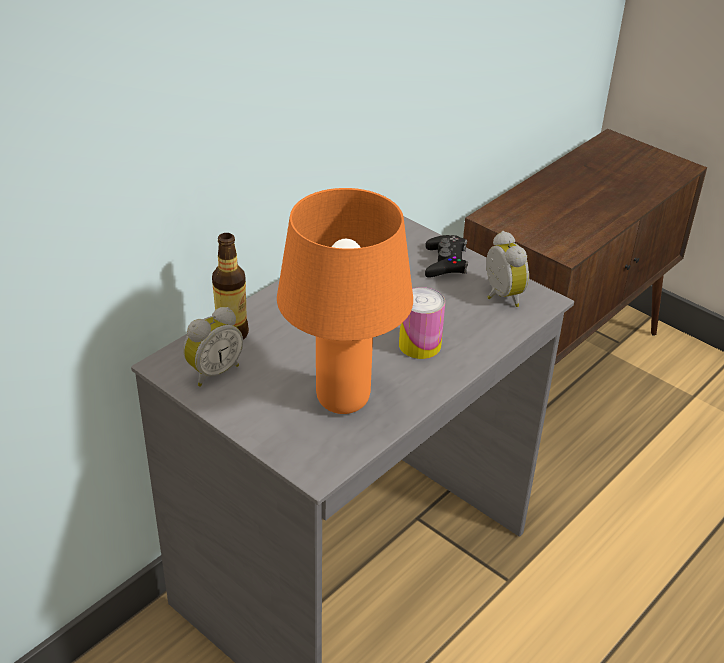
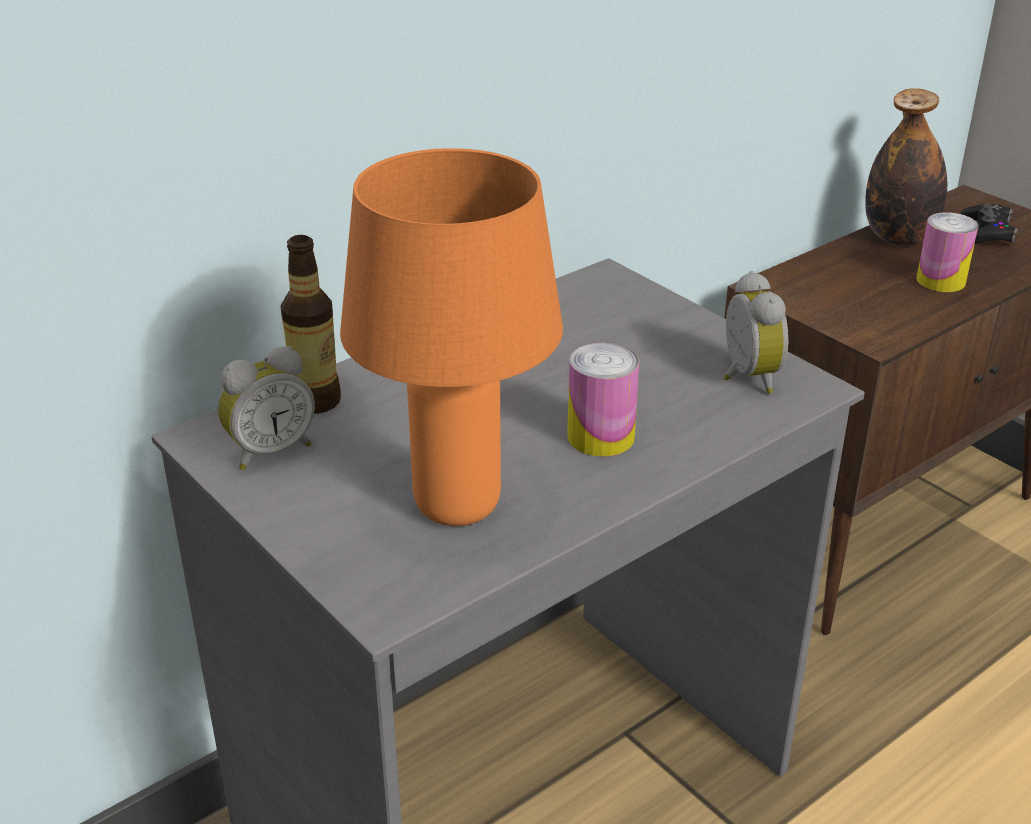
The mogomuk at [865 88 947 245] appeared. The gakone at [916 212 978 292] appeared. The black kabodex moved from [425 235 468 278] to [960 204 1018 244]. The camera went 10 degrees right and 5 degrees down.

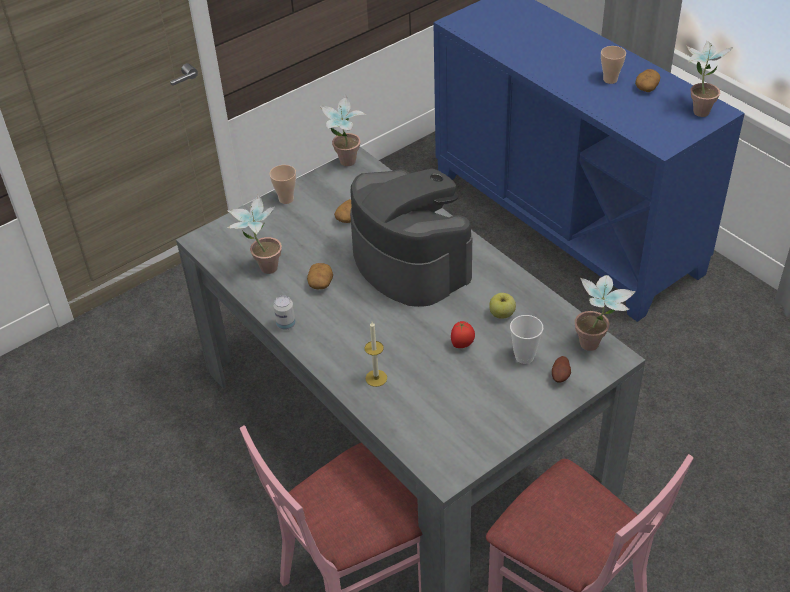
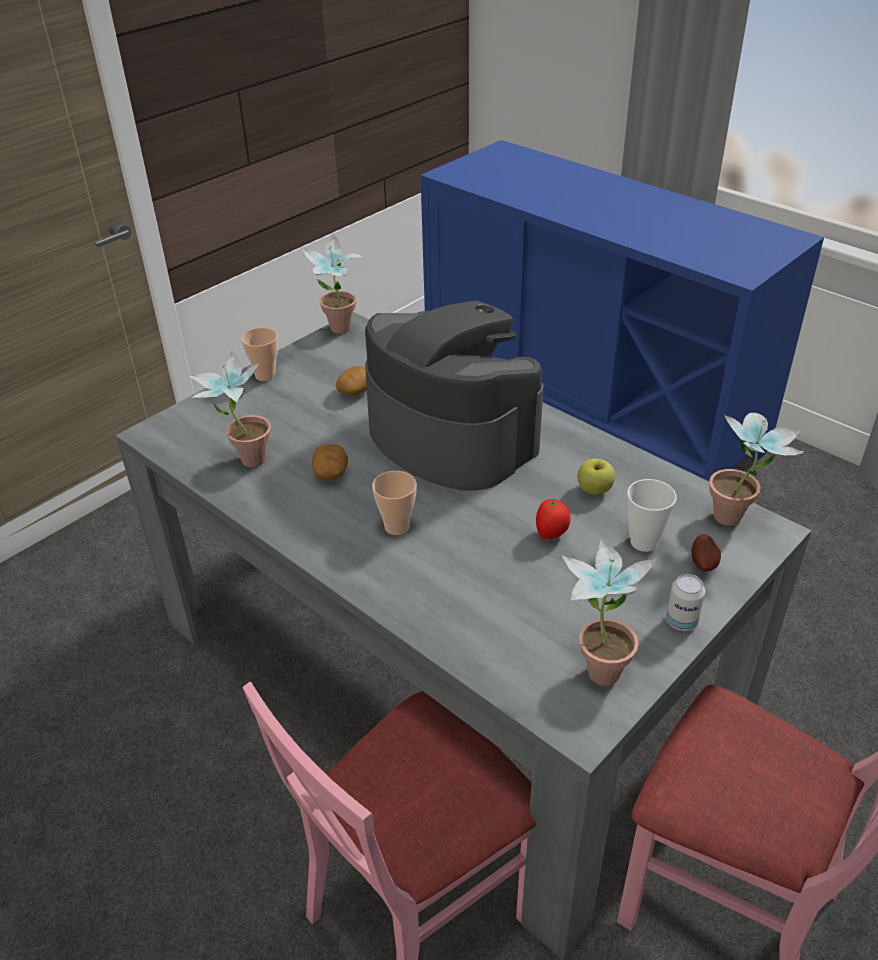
The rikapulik at [364 322 387 387] disappeared. The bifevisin at [635 69 660 92] disappeared. The gakone moved from [273 296 296 330] to [666 574 705 631]. The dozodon moved from [601 46 626 84] to [372 471 417 535]. The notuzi moved from [687 40 734 117] to [561 539 657 686]. The camera went 10 degrees left and 5 degrees down.

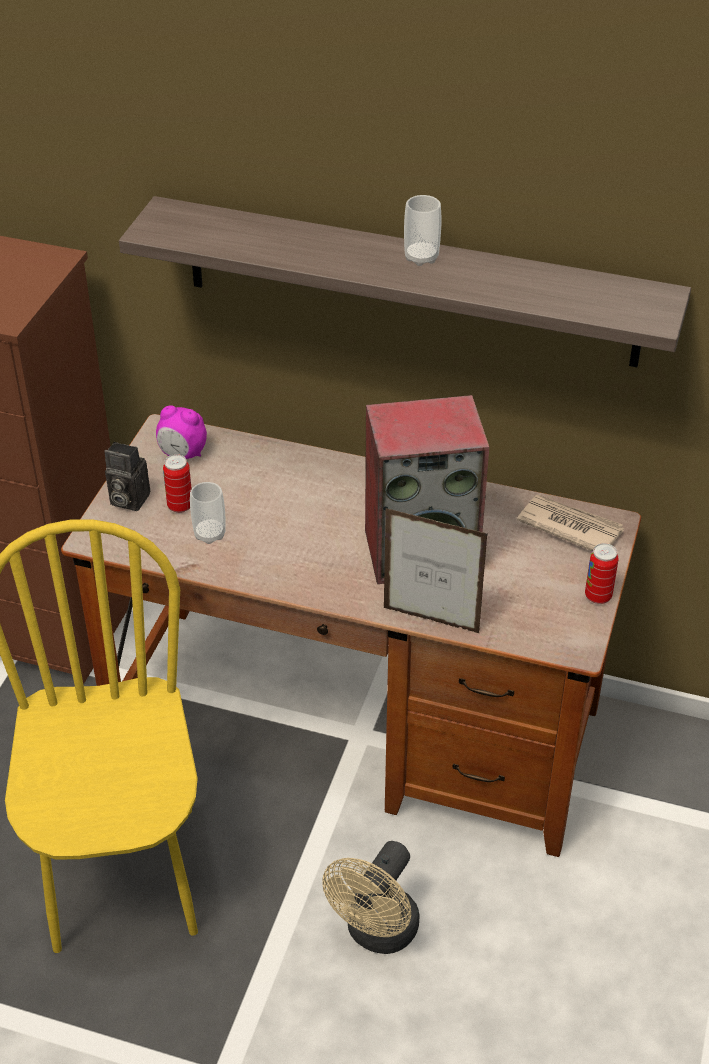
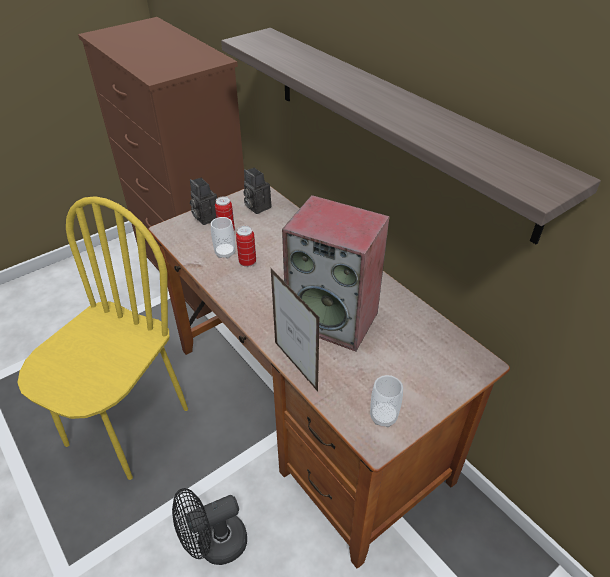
The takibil at [517 495 624 551] disappeared. The dozodon moved from [404 195 441 266] to [370 375 403 427]. The gakone moved from [585 543 619 604] to [236 226 256 267]. The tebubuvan at [156 405 207 459] was replaced by the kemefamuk at [244 167 271 214]. The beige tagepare at [322 841 420 954] became the black tagepare at [172 488 247 565]. The camera went 35 degrees right and 0 degrees up.

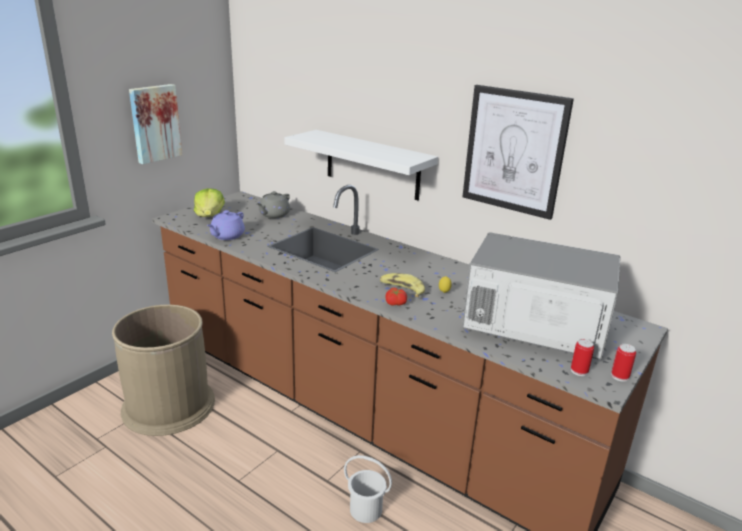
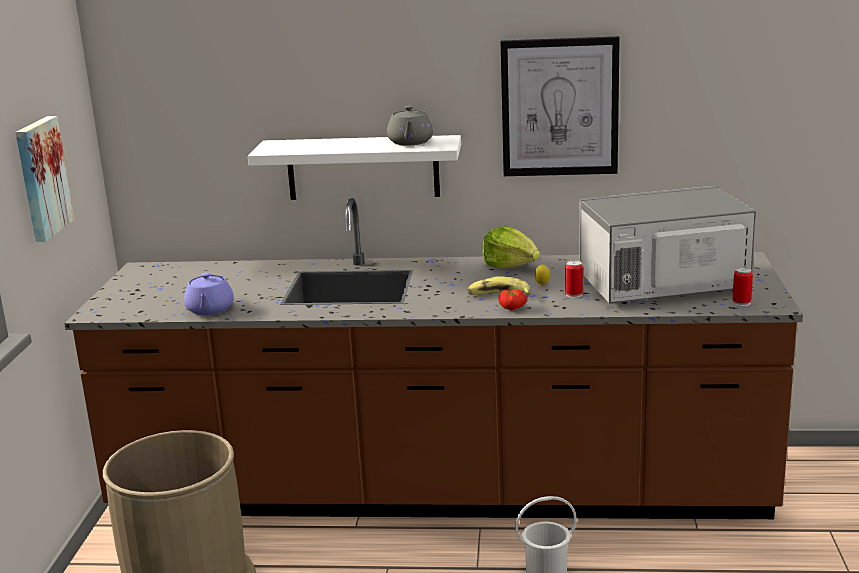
The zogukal moved from [194 188 225 217] to [482 226 540 268]. The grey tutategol moved from [257 191 290 218] to [387 106 434 146]. The gakone moved from [611 344 636 382] to [565 260 583 298]. The camera went 30 degrees left and 5 degrees down.

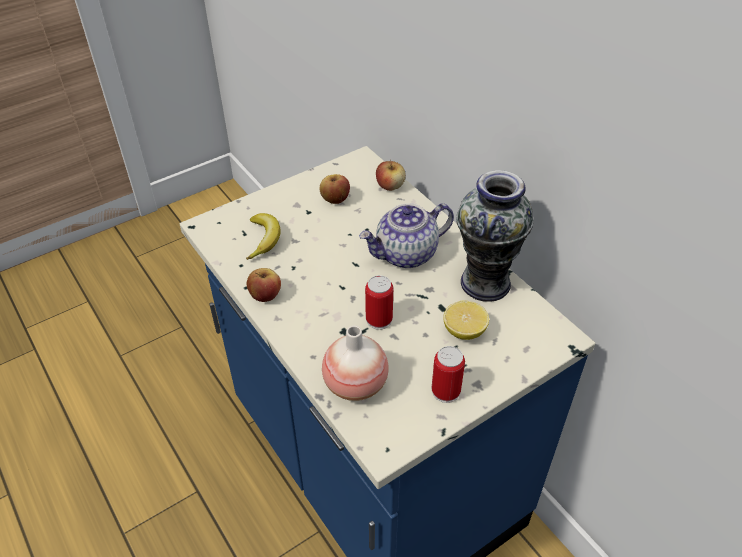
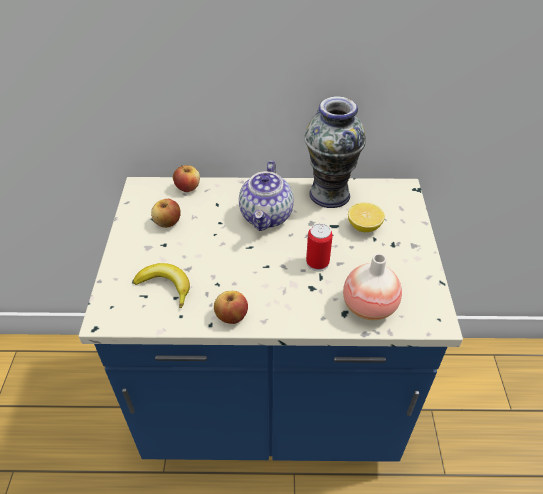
The gakone at [432 346 465 403] disappeared. The camera went 55 degrees left and 0 degrees up.

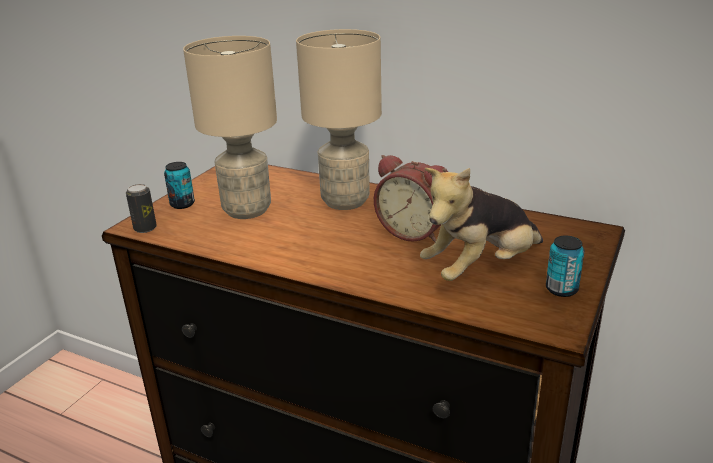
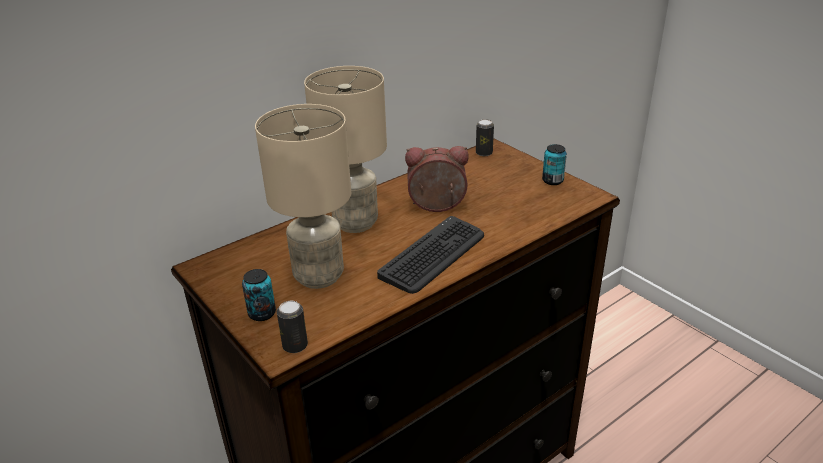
The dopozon at [420 168 543 281] disappeared. The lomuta at [377 216 484 294] appeared. The gakone at [476 119 494 156] appeared. The tebubuvan at [374 155 448 242] turned 150 degrees counterclockwise. The camera went 65 degrees left and 5 degrees up.

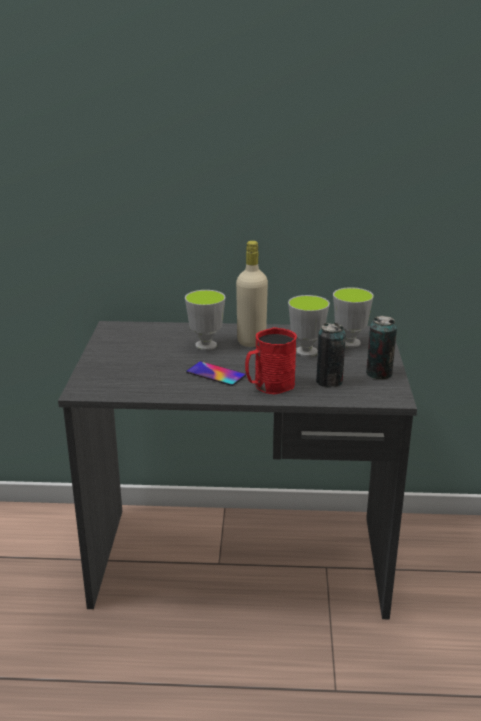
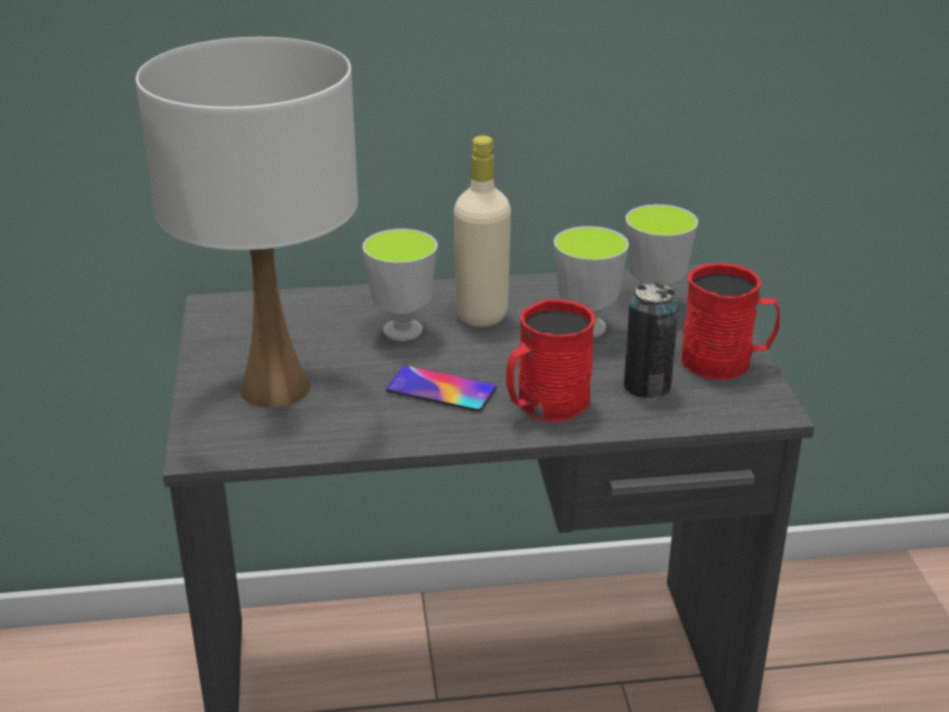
The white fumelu at [136 37 358 408] appeared. The gakone at [366 316 397 379] was replaced by the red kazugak at [681 263 780 380]. The camera went 10 degrees left and 5 degrees up.

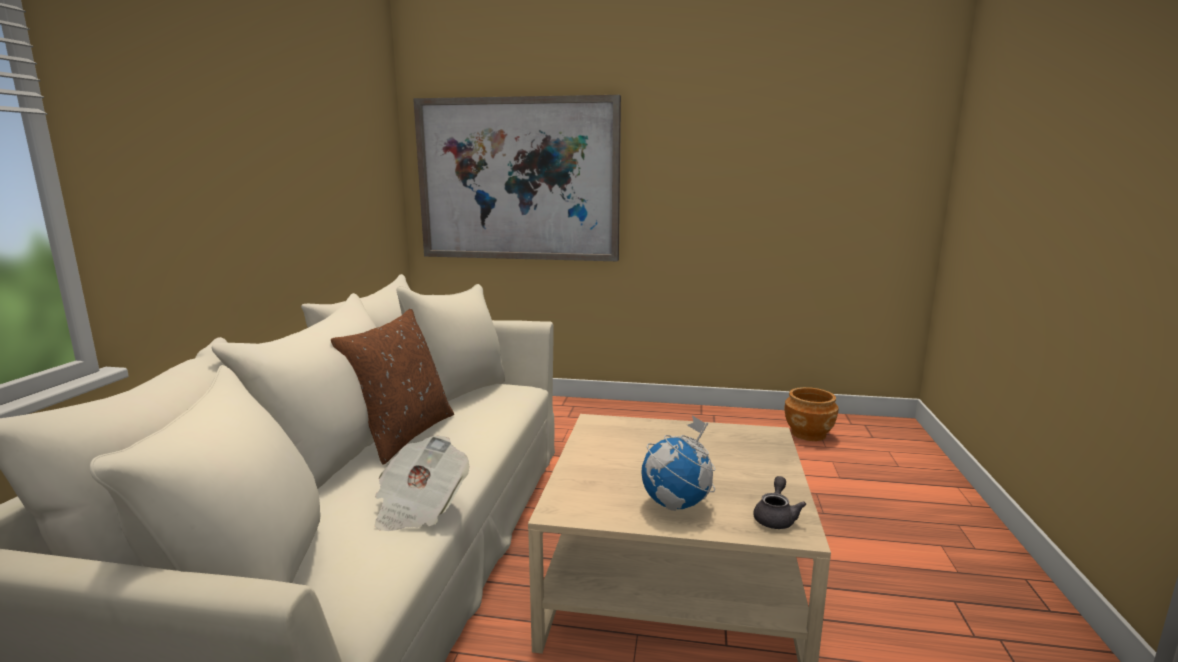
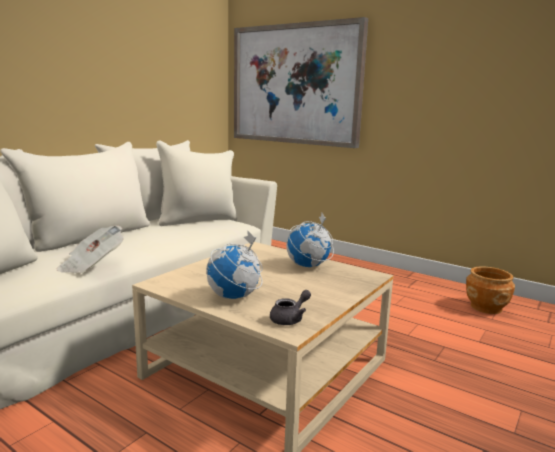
The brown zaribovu at [331 309 454 464] disappeared. The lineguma at [286 213 334 267] appeared. The camera went 25 degrees right and 0 degrees up.

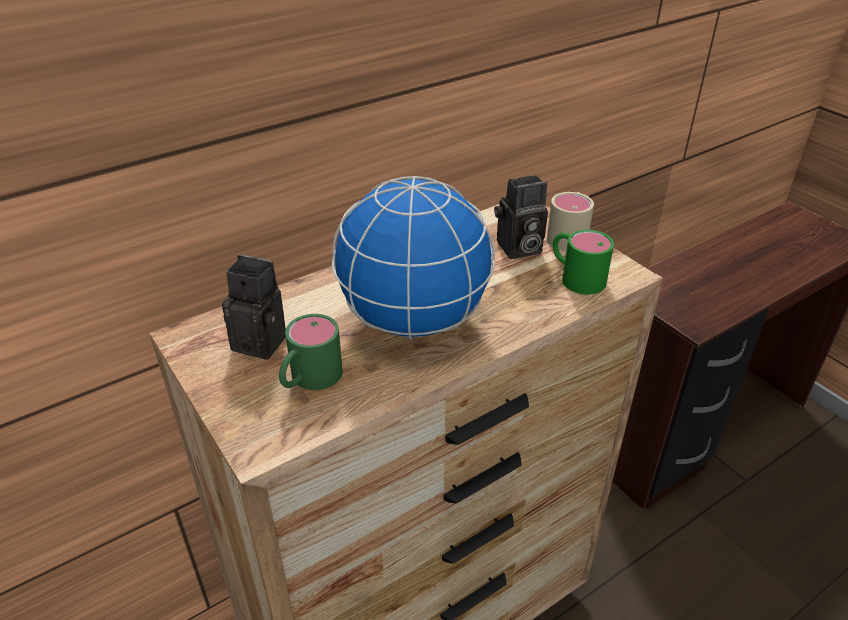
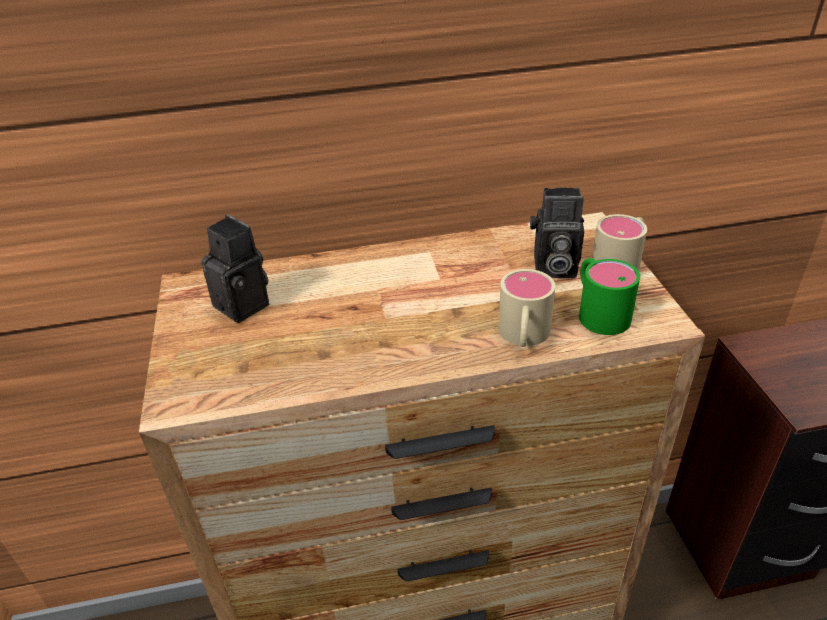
The green kazugak at [279 314 343 390] disappeared. The lineguma at [332 176 495 340] disappeared. The beige kazugak at [498 269 555 347] appeared. The camera went 25 degrees right and 0 degrees up.

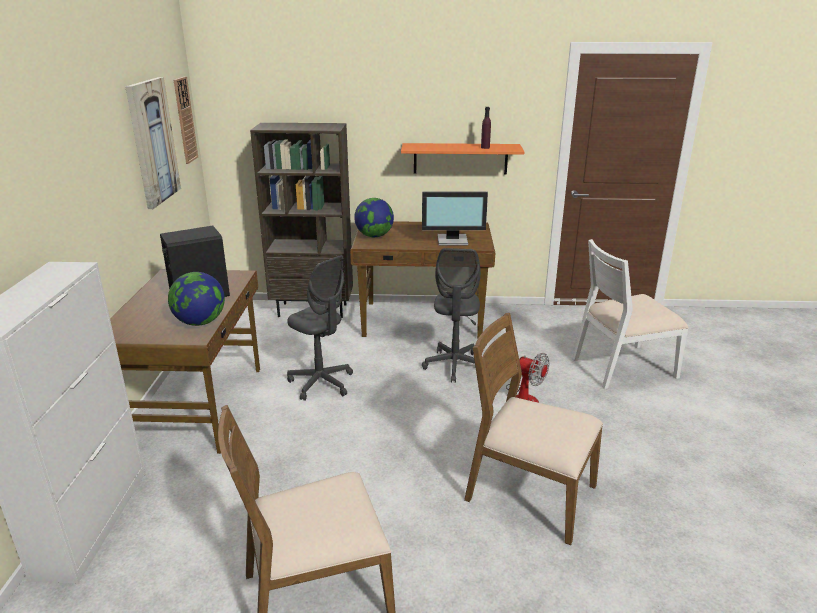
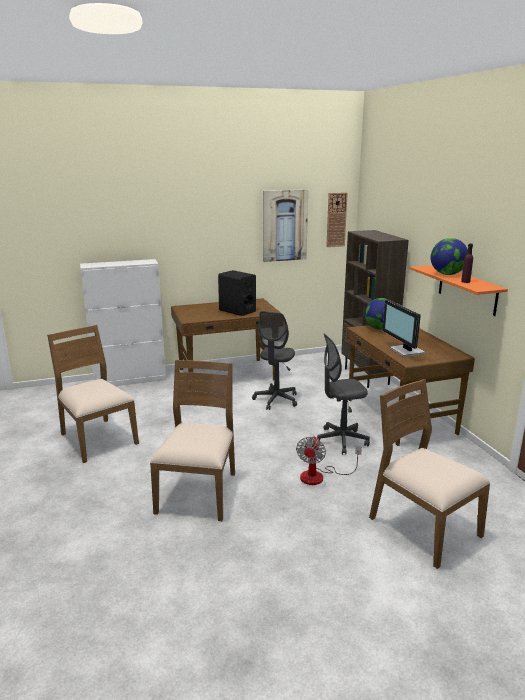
The lineguma moved from [168 272 225 326] to [431 238 468 275]. The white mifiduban at [572 239 689 389] became the brown mifiduban at [369 379 491 569]. The camera went 70 degrees right and 5 degrees down.

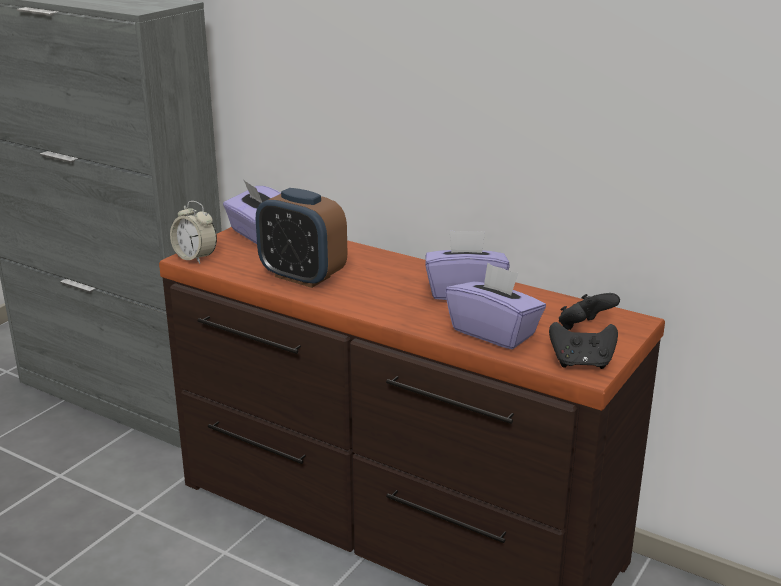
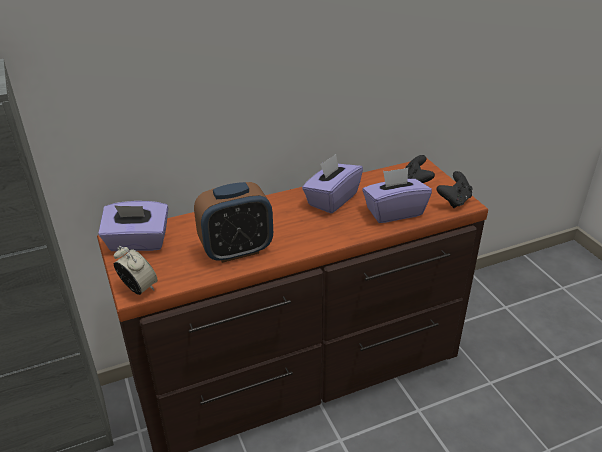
The tebubuvan at [170 201 217 264] turned 120 degrees counterclockwise. The camera went 55 degrees left and 10 degrees up.

